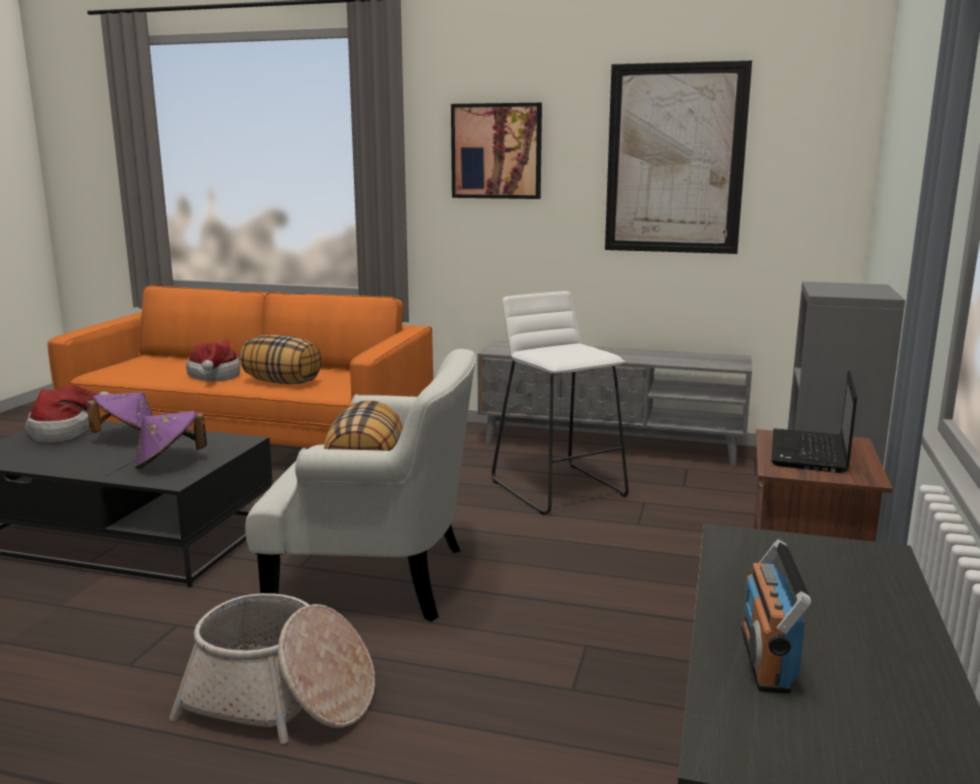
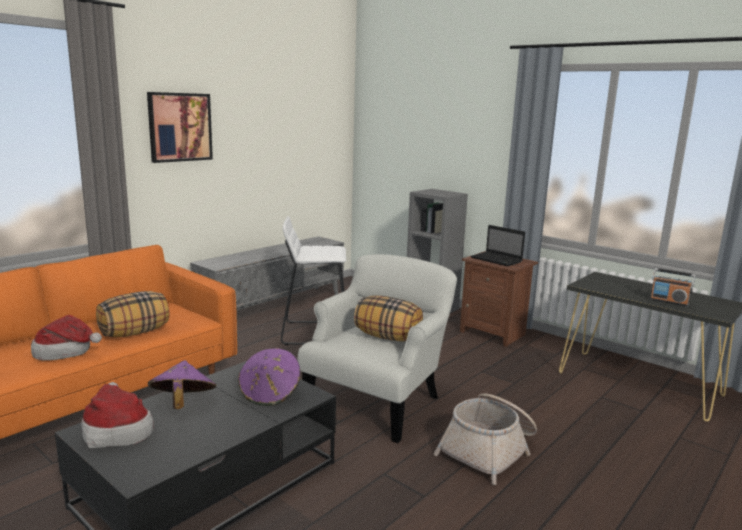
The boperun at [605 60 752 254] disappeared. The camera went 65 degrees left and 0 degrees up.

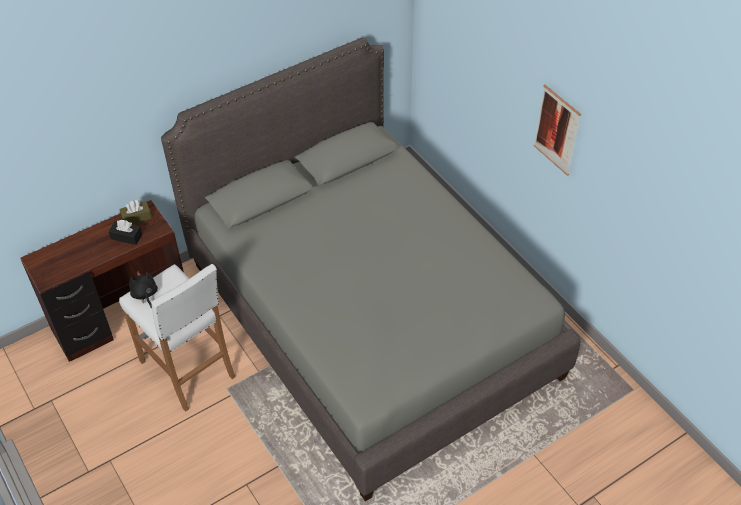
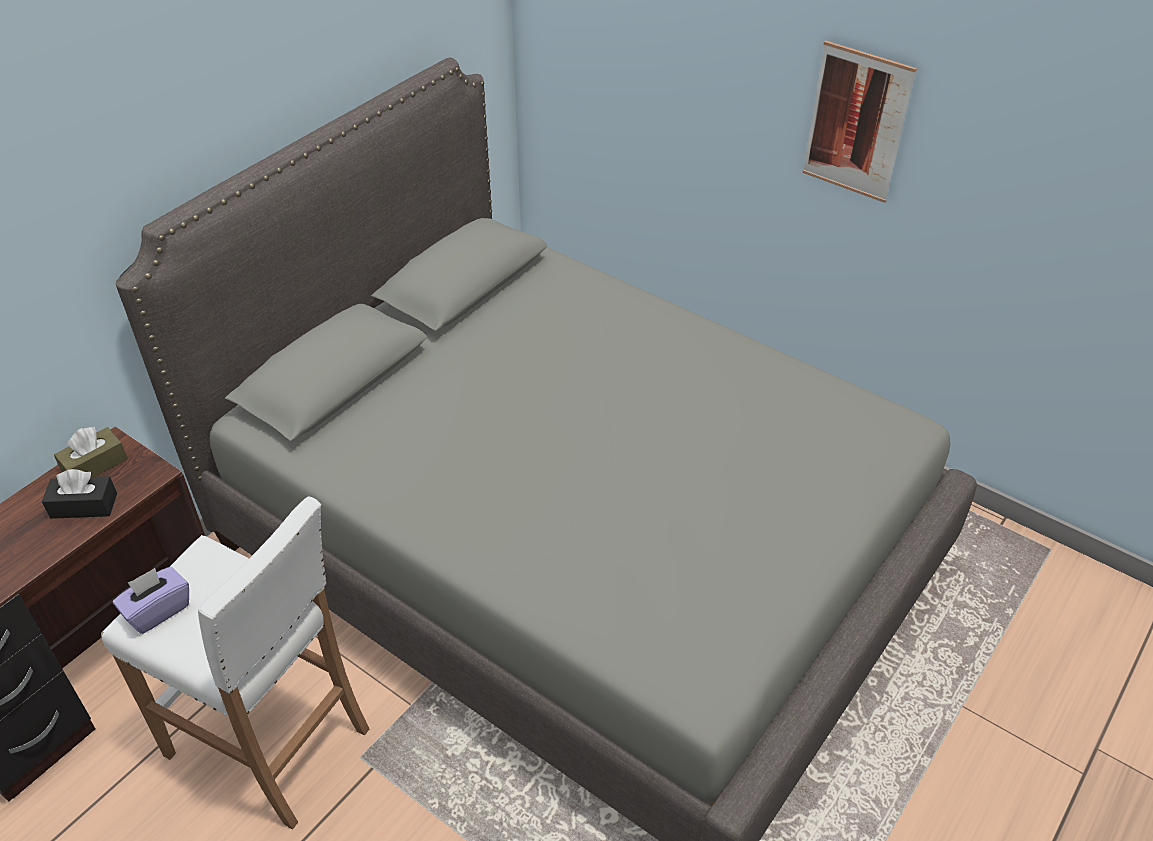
The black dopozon at [129 271 158 309] was replaced by the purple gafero at [112 567 189 634]. The camera went 20 degrees left and 5 degrees down.

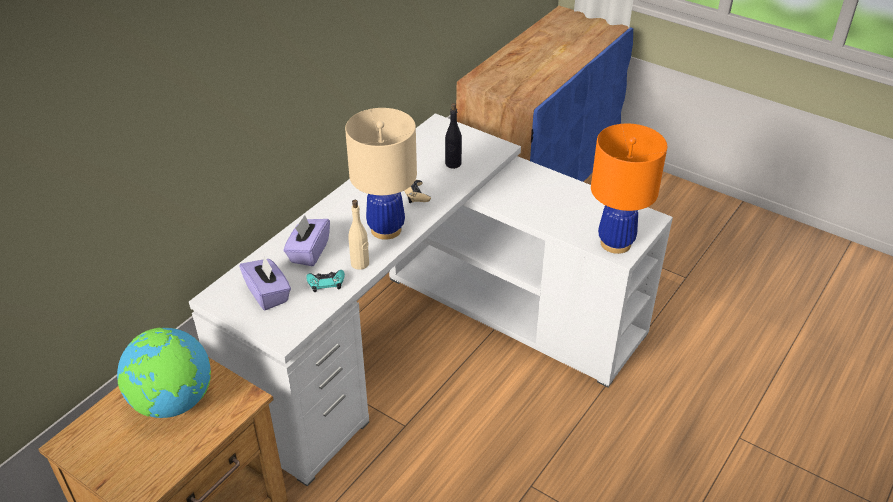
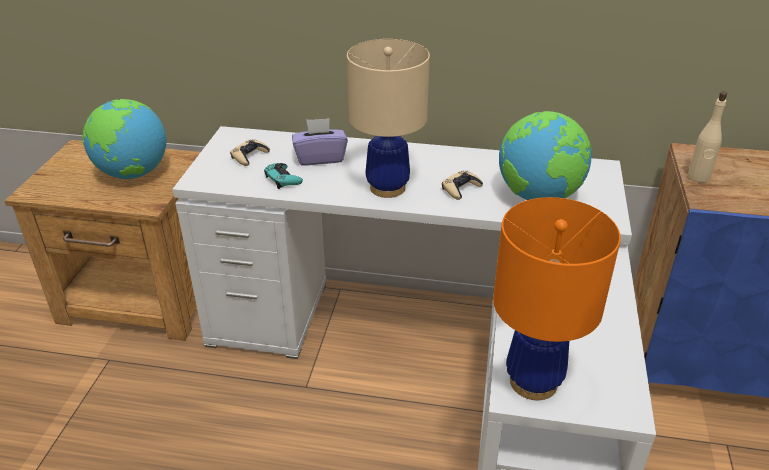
The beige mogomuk moved from [348 200 369 270] to [688 91 727 183]. The purple gafero at [239 255 291 310] was replaced by the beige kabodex at [230 139 270 166]. The black mogomuk at [445 103 462 169] was replaced by the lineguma at [499 111 592 200]. The camera went 65 degrees right and 5 degrees down.

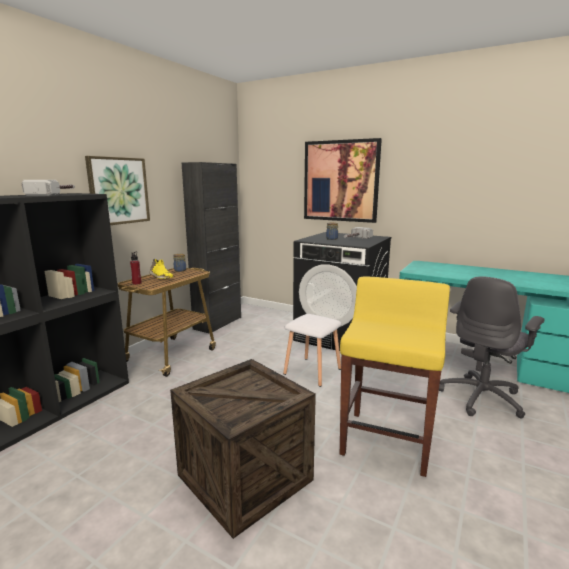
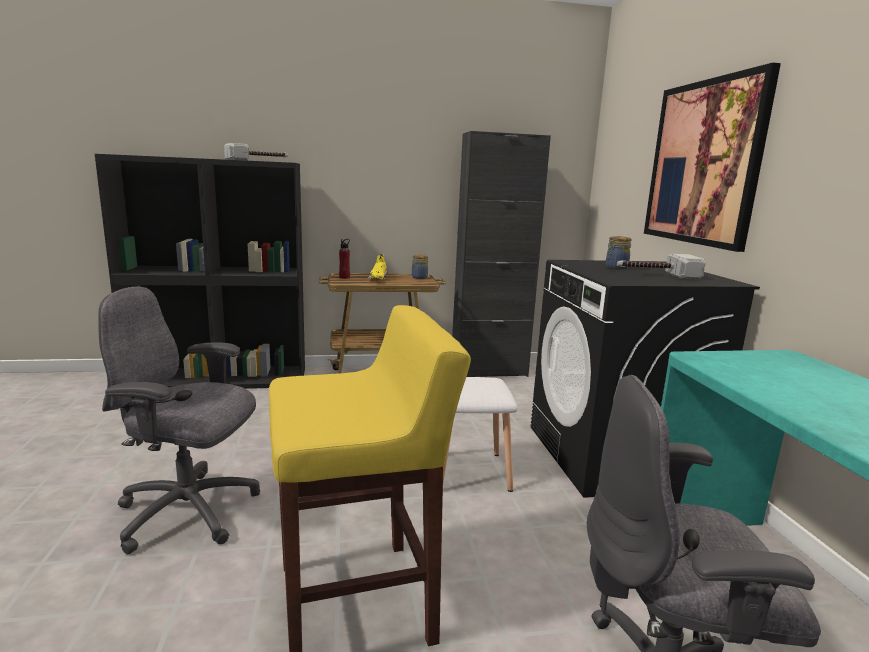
The boperun at [85 156 150 225] disappeared. The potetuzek at [170 359 316 539] was replaced by the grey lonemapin at [98 287 260 554]. The camera went 50 degrees right and 0 degrees up.

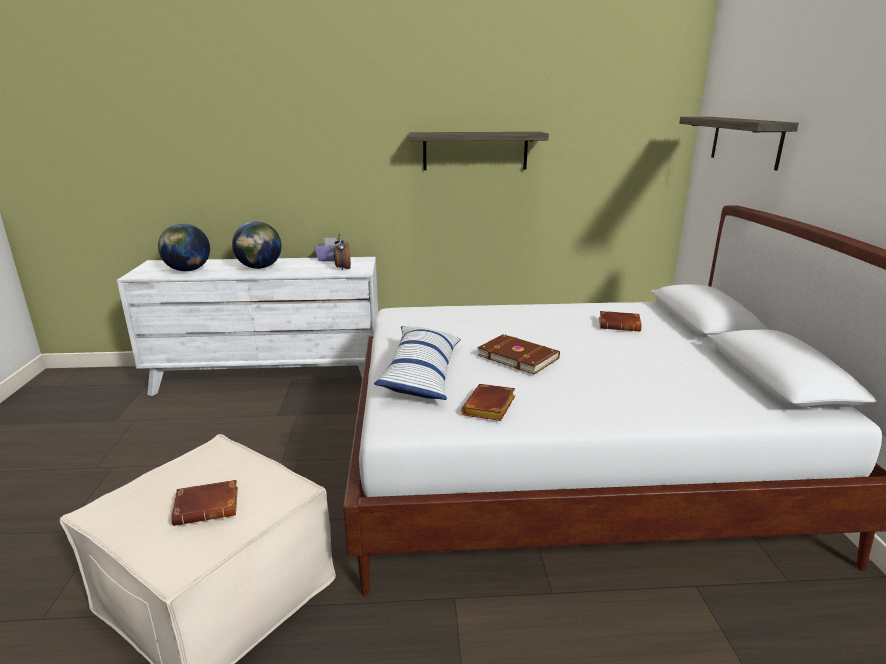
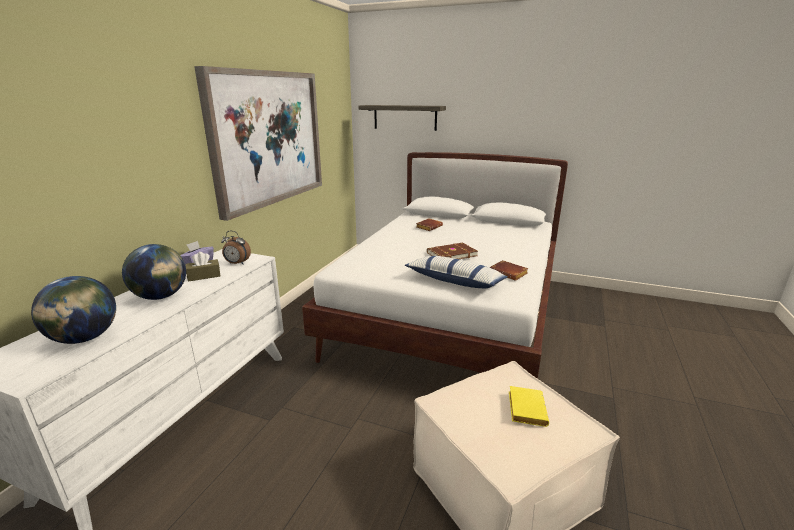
The brown gafero at [186 252 221 282] appeared. The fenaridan at [409 132 549 170] was replaced by the boperun at [194 66 322 221]. The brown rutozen at [171 480 238 526] became the yellow rutozen at [509 386 549 427]. The camera went 65 degrees left and 0 degrees up.

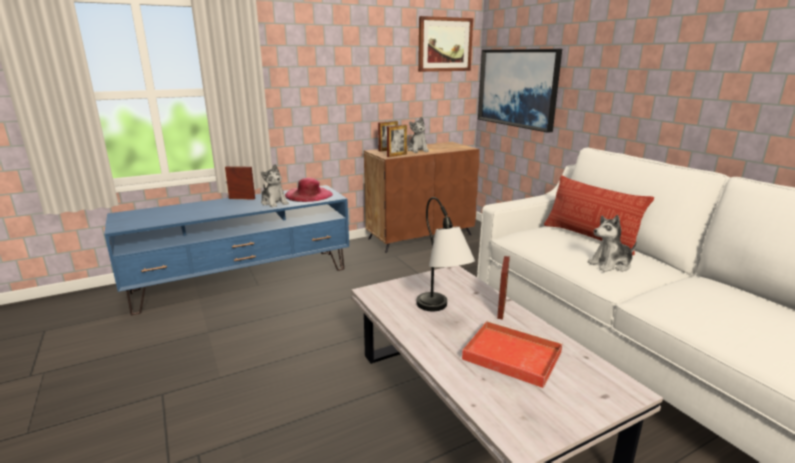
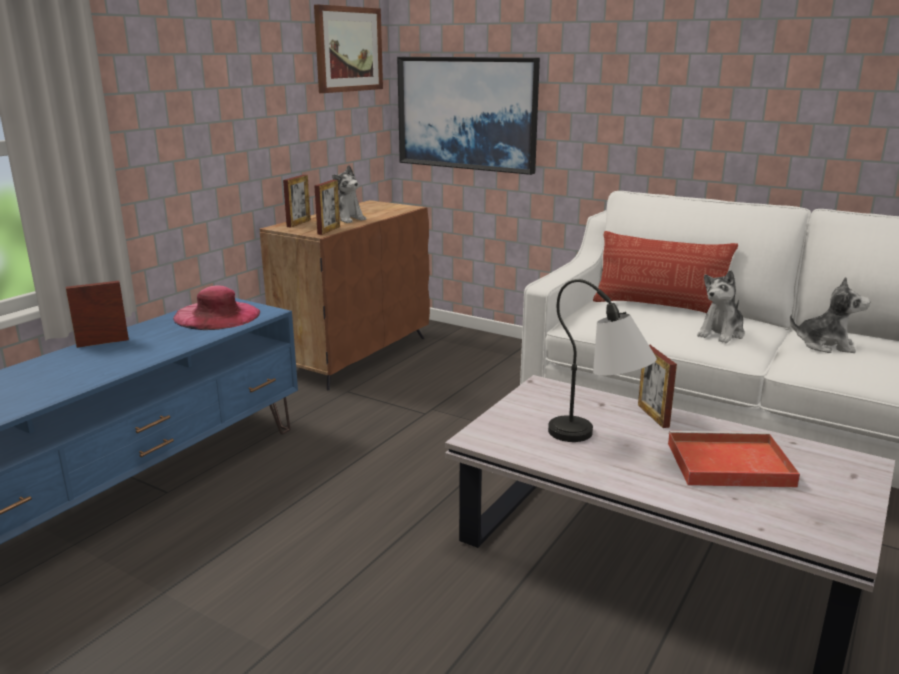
The dopozon moved from [261 164 289 208] to [790 277 871 353]. The camera went 30 degrees left and 0 degrees up.

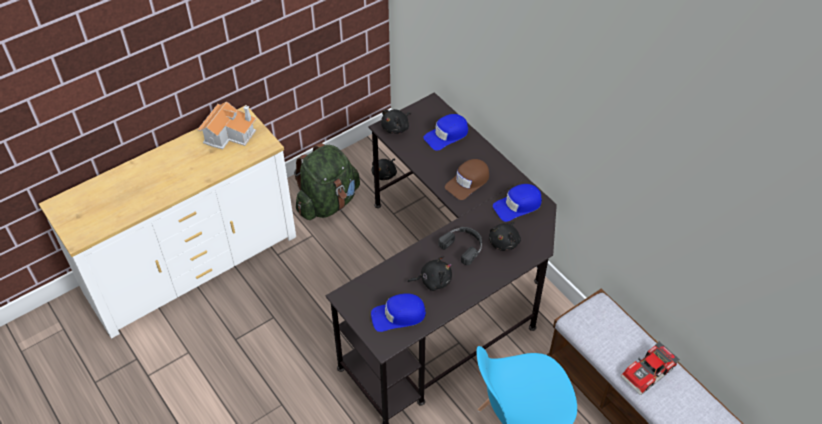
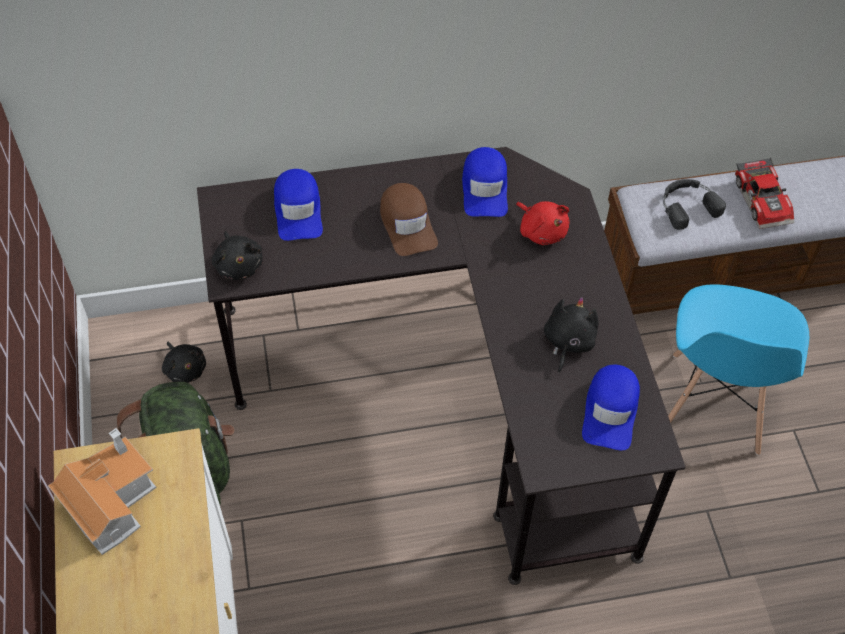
The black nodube moved from [438 227 482 265] to [663 179 726 230]. The black dopozon at [489 221 521 251] became the red dopozon at [516 201 570 245]. The camera went 65 degrees left and 5 degrees up.

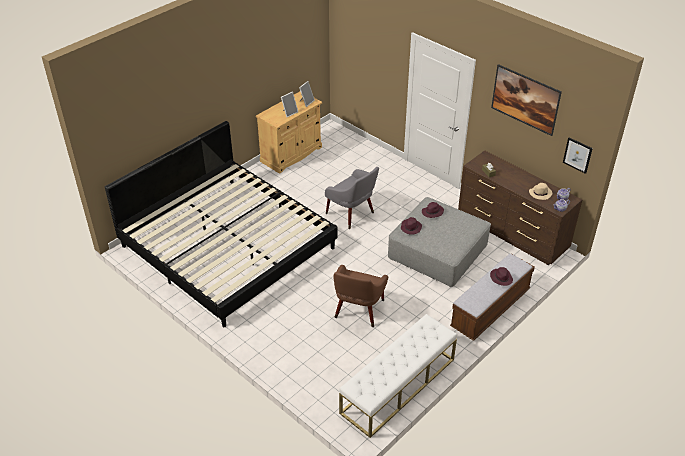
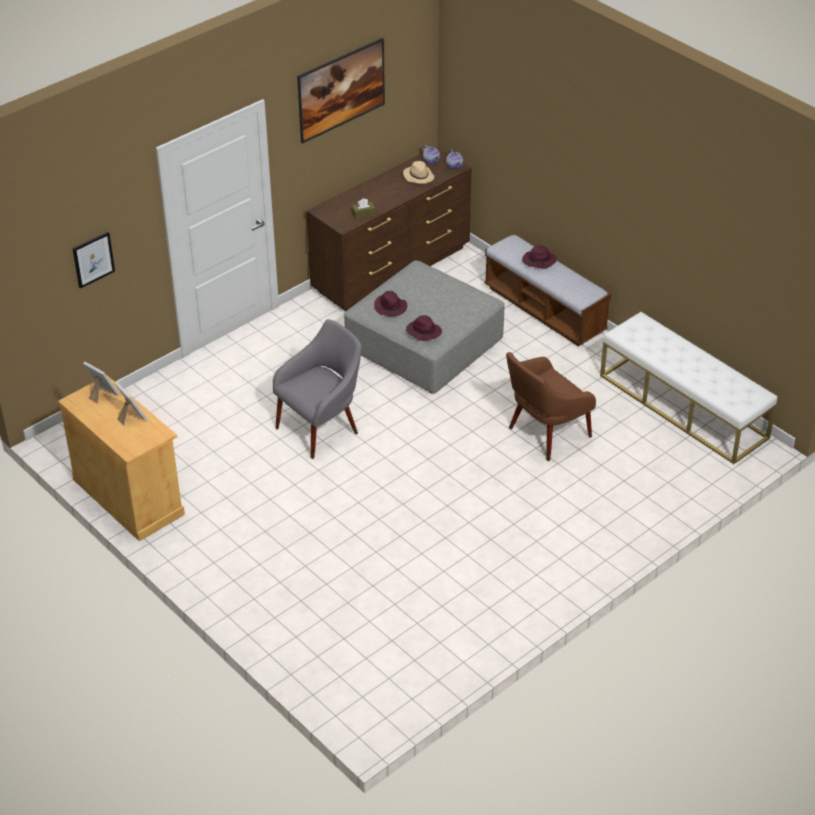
The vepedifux at [105 121 338 327] disappeared. The boperun moved from [563 138 593 174] to [72 232 115 288]. The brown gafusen at [333 265 388 327] turned 120 degrees clockwise. The camera went 85 degrees left and 0 degrees up.

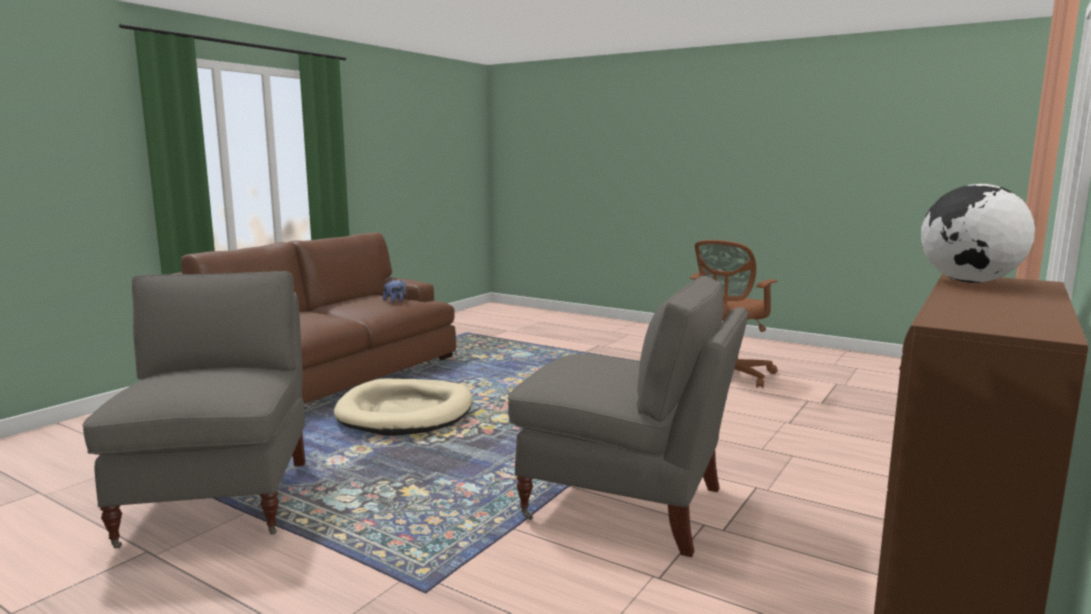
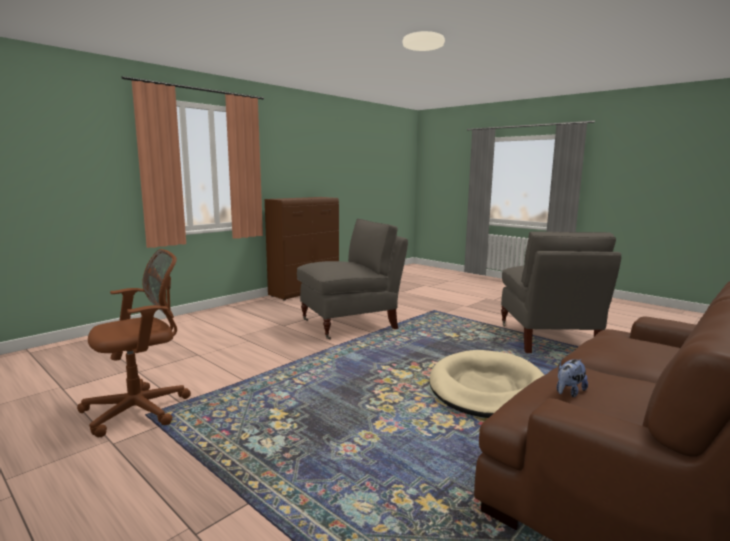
The lineguma at [921 184 1035 283] disappeared. The grey gafusen at [508 275 748 557] turned 120 degrees clockwise. The camera went 170 degrees left and 0 degrees up.

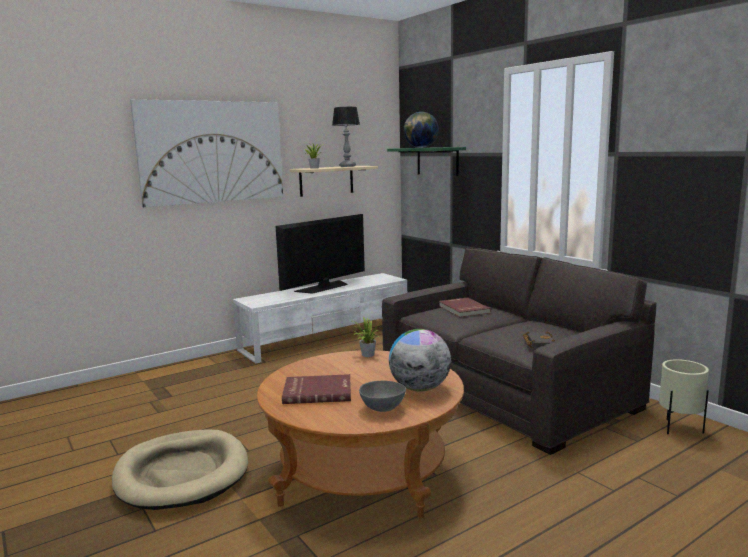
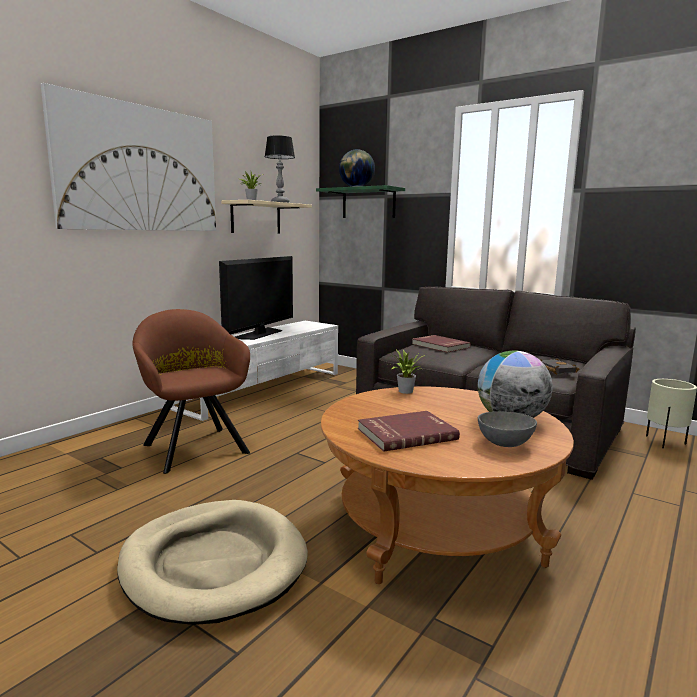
The brown gafusen at [133 309 250 474] appeared. The camera went 20 degrees left and 0 degrees up.

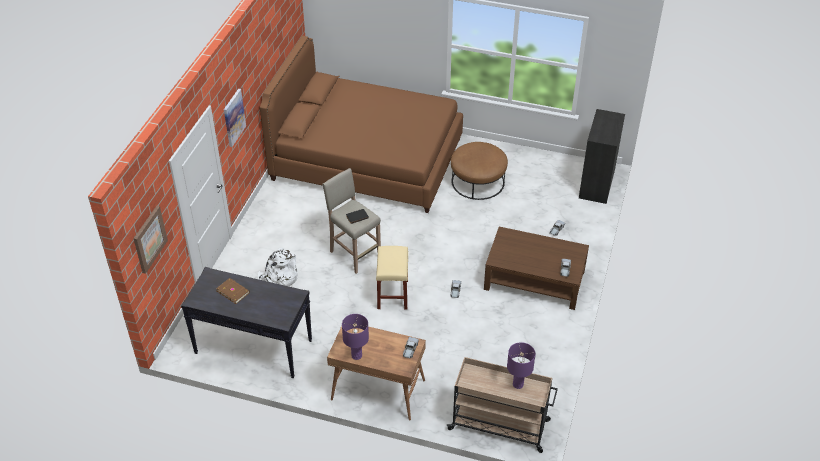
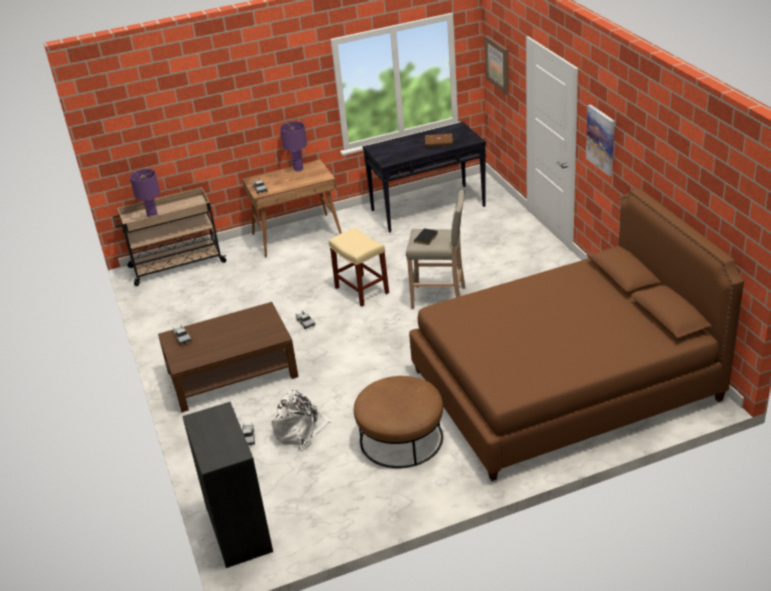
The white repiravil moved from [258 248 298 286] to [271 390 332 450]. The camera went 145 degrees right and 10 degrees down.

